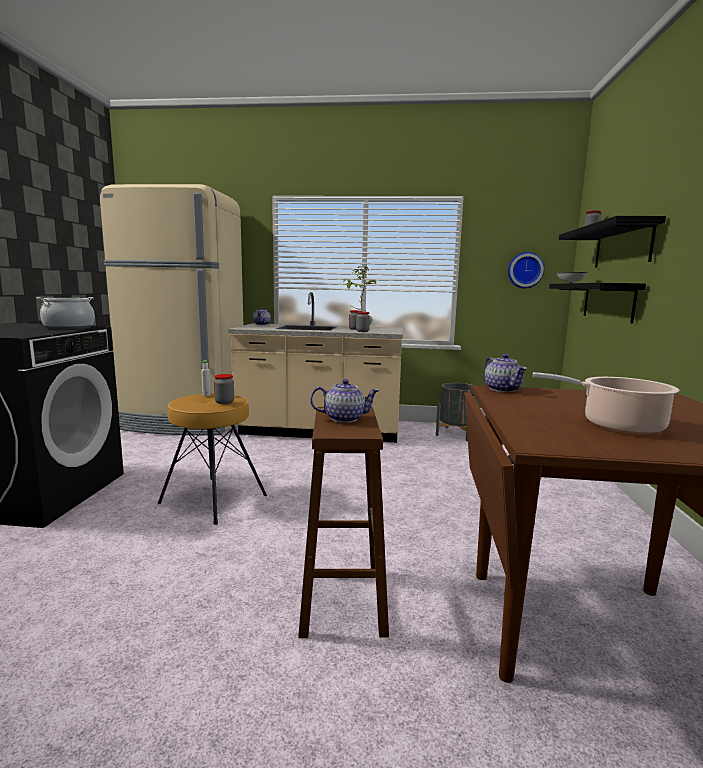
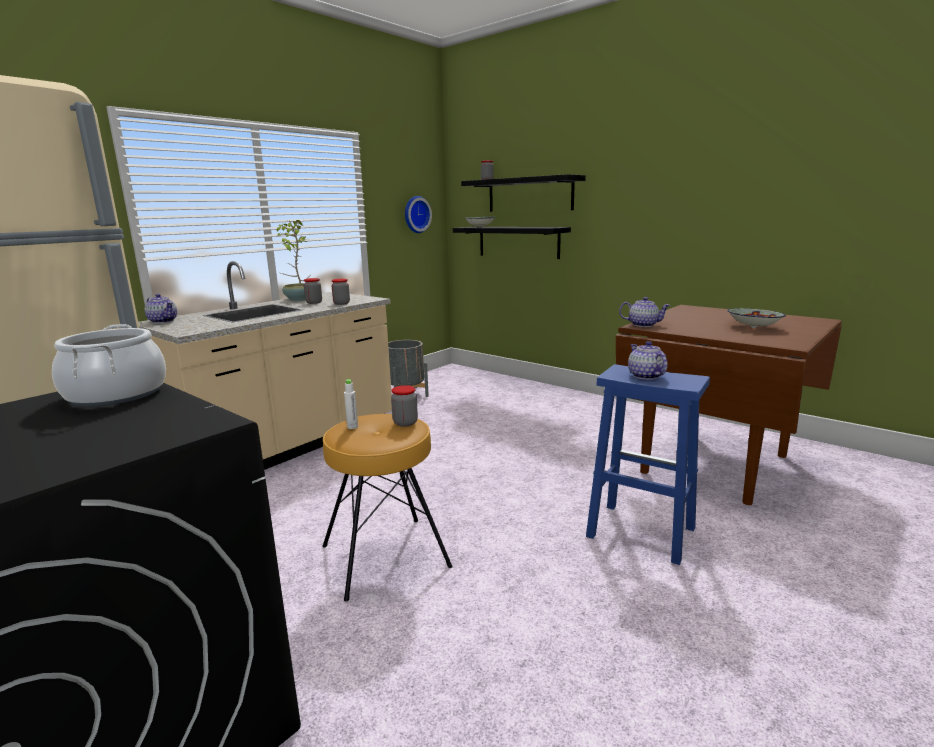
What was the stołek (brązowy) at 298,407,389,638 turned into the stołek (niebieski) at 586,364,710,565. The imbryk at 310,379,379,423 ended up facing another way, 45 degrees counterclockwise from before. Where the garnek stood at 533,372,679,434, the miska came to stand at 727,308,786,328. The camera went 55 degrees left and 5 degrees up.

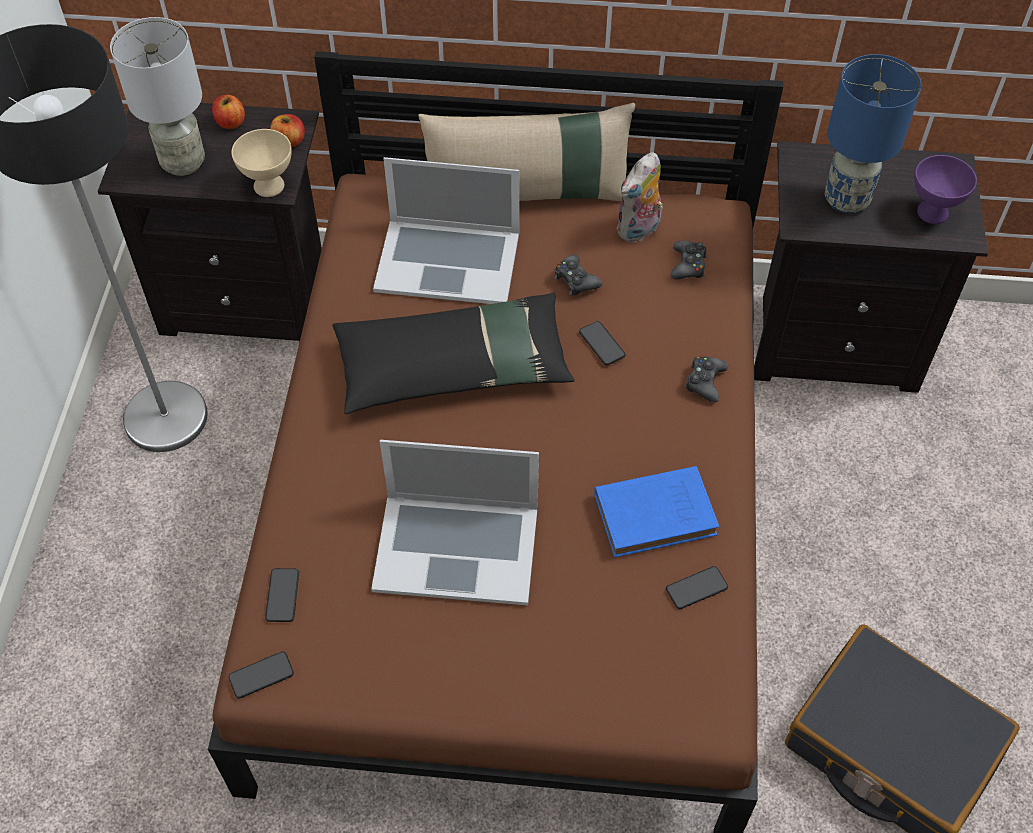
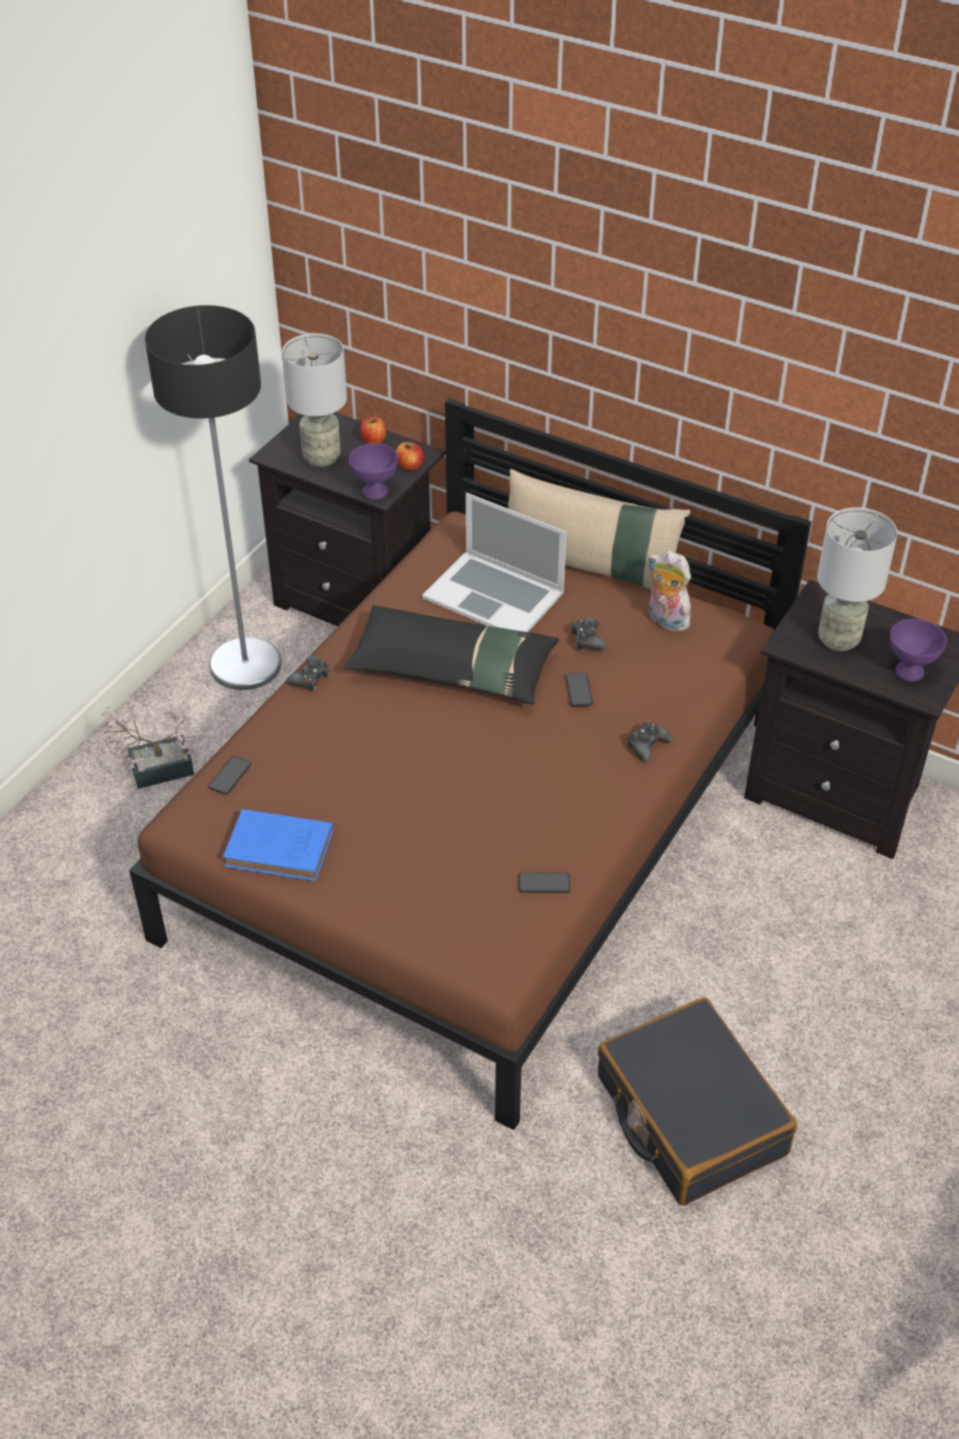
The second view lost the telefon at 229,651,294,699. What was the miska (beżowy) at 231,129,292,197 turned into the miska (fioletowy) at 349,443,398,500. The second view lost the laptop at 371,440,539,605. The książka (niebieski) ended up elsewhere, having gone from 594,466,719,557 to 223,809,333,881. The pluszak at 616,152,663,242 ended up facing another way, 60 degrees clockwise from before. The pad do gier (czarny) ended up elsewhere, having gone from 670,241,707,279 to 286,656,330,691. What was the lampa stołowa (niebieski) at 825,54,922,214 turned into the lampa stołowa (szary) at 817,507,898,651. The second view gained the roślina doniczkowa at 98,705,203,789. The camera went 25 degrees right and 10 degrees down.

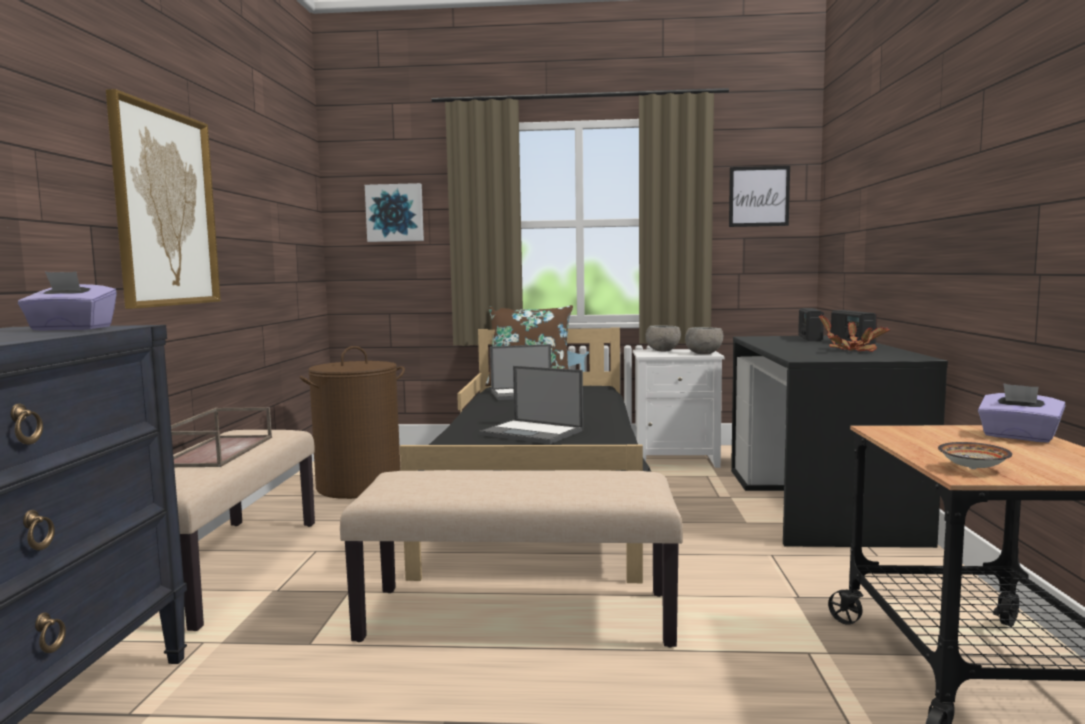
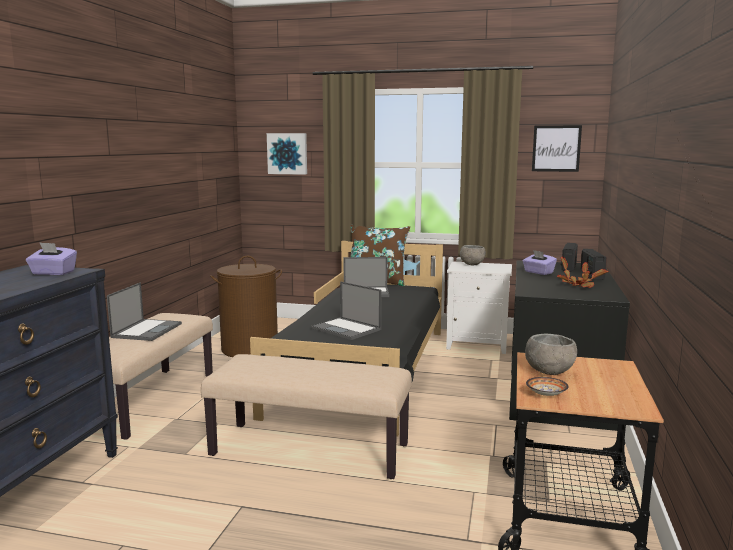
The second view lost the obraz at 106,89,221,309. Where the taca (brązowy) stood at 171,407,272,467, the laptop came to stand at 107,282,182,341. The miska (szary) ended up elsewhere, having gone from 685,327,723,354 to 525,334,577,375. The pudełko chusteczek (fioletowy) ended up elsewhere, having gone from 978,383,1065,443 to 523,250,557,275. The camera went 10 degrees right and 5 degrees up.

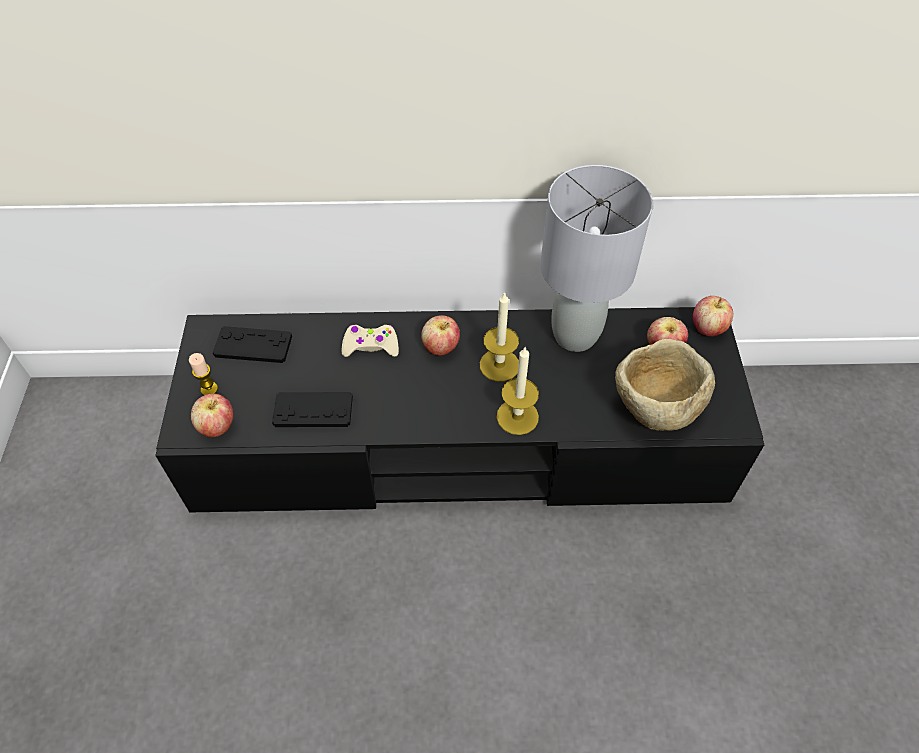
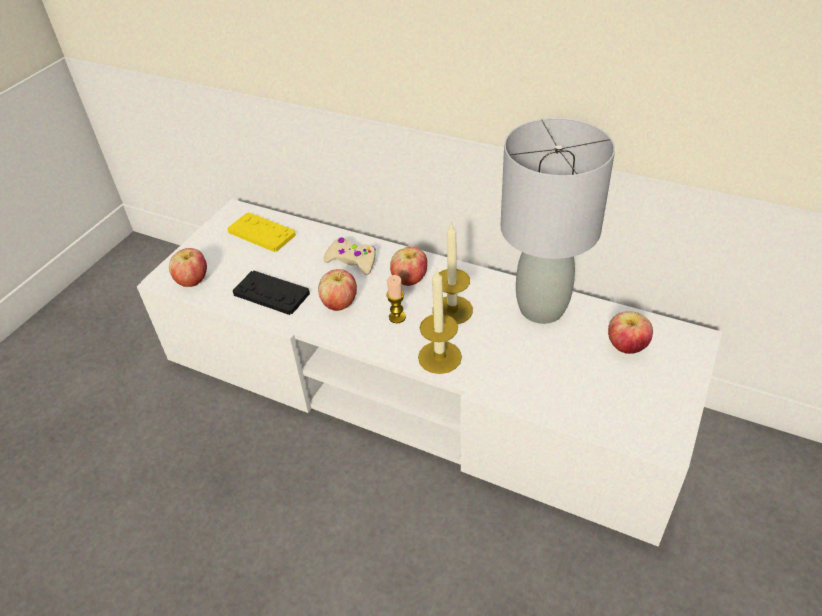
What was the szafka pod telewizor (czarny) at 155,307,764,512 turned into the szafka pod telewizor (biały) at 137,199,723,547. The świeca ended up elsewhere, having gone from 189,353,218,395 to 386,275,406,323. What was the pad do gier (czarny) at 213,326,292,363 turned into the pad do gier (żółty) at 227,212,296,252. The second view lost the miska (beżowy) at 615,339,715,431. The jabłko ended up elsewhere, having gone from 693,296,733,337 to 318,269,357,311. The camera went 30 degrees right and 10 degrees down.

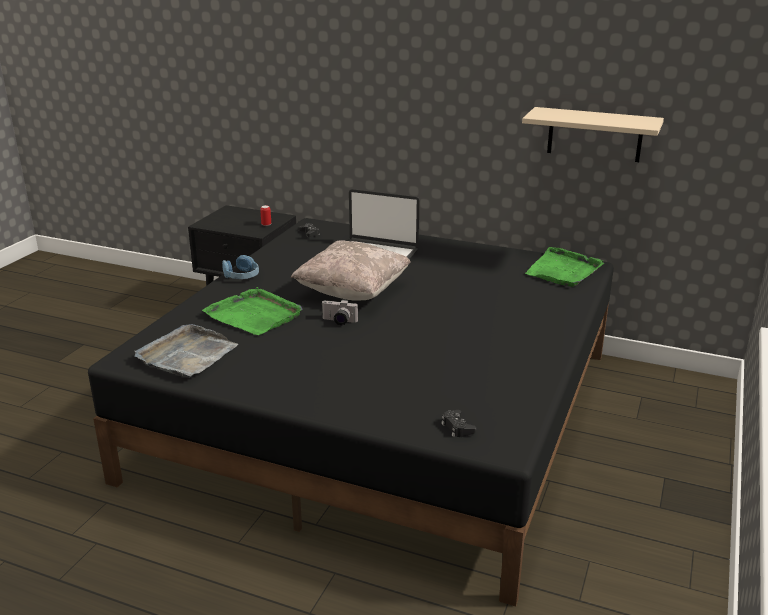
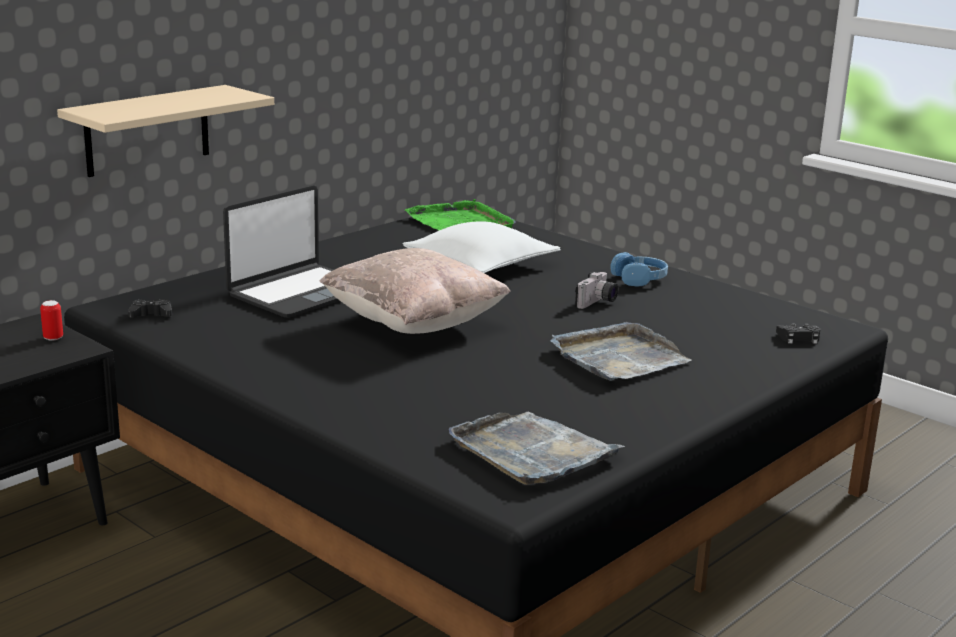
The second view lost the taca (zielony) at 202,287,303,335. The słuchawki (niebieski) ended up elsewhere, having gone from 222,255,259,279 to 610,252,668,287. The aparat fotograficzny ended up elsewhere, having gone from 321,300,358,325 to 575,272,619,309. The półka (beżowy) ended up elsewhere, having gone from 522,107,664,162 to 57,85,274,177. The second view gained the poduszka (biały) at 403,221,561,273. The second view gained the taca (szary) at 550,322,692,381. The camera went 70 degrees left and 5 degrees down.

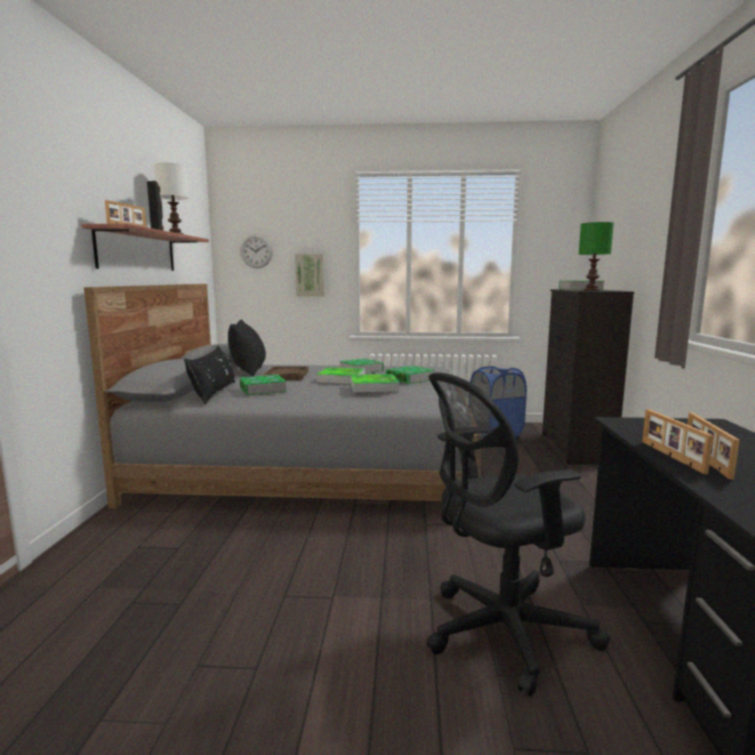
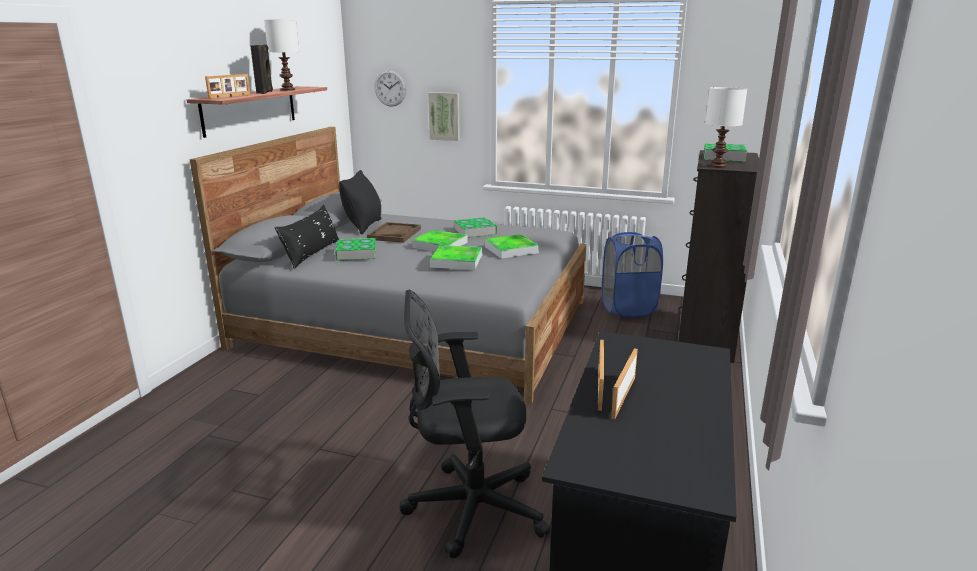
Where the książka stood at 386,366,436,384, the taca came to stand at 484,234,539,259. What was the lampa stołowa (zielony) at 579,222,614,291 turned into the lampa stołowa (biały) at 705,87,747,168. The camera went 15 degrees right and 10 degrees up.

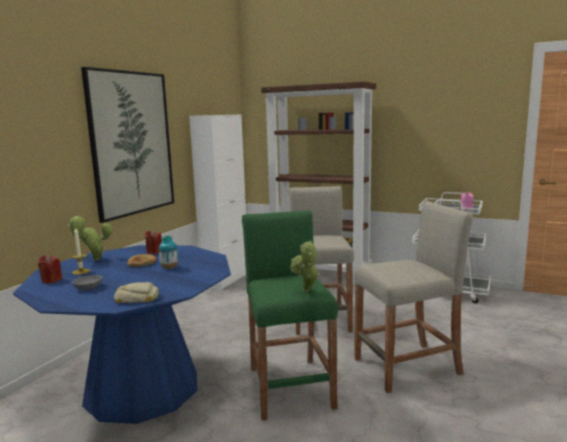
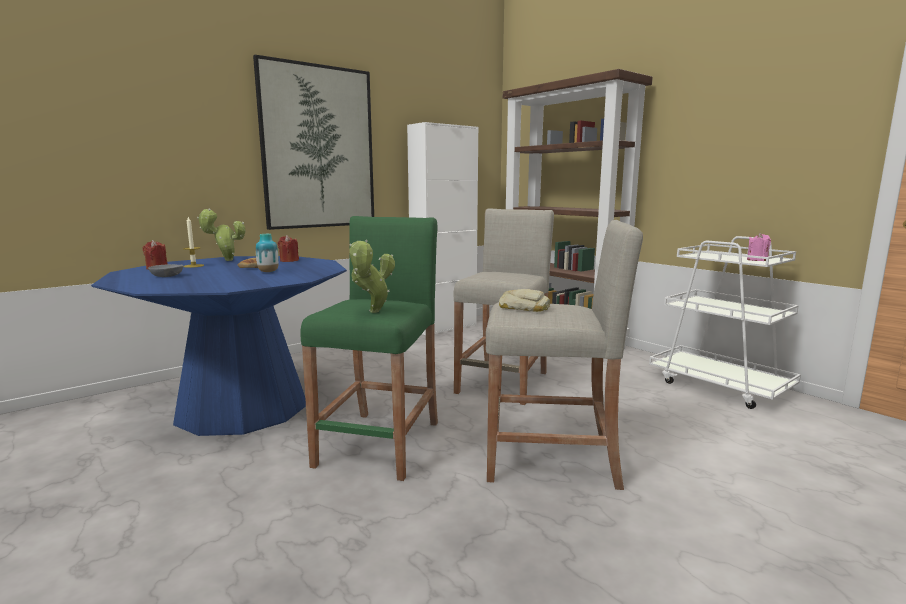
The chleb ended up elsewhere, having gone from 114,282,159,303 to 499,289,550,312. The camera went 25 degrees right and 0 degrees up.

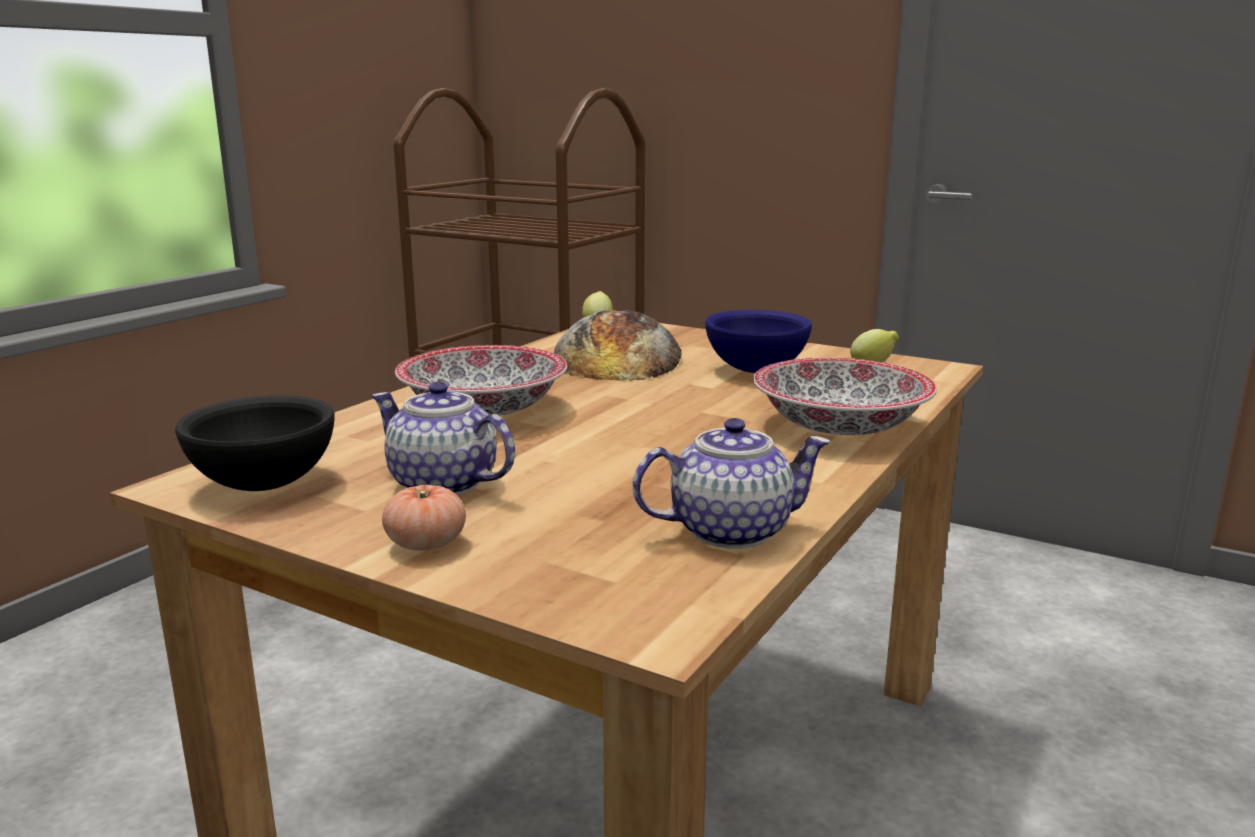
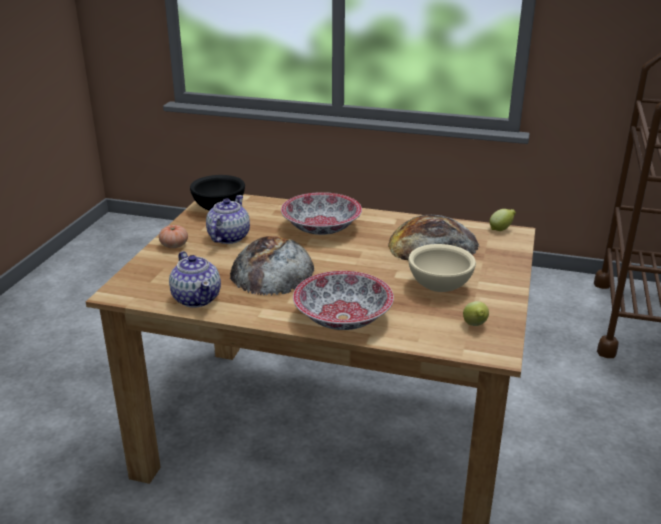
What was the miska (niebieski) at 705,310,812,373 turned into the miska (beżowy) at 408,244,476,292. The second view gained the chleb at 230,236,314,296. The camera went 75 degrees right and 10 degrees up.

